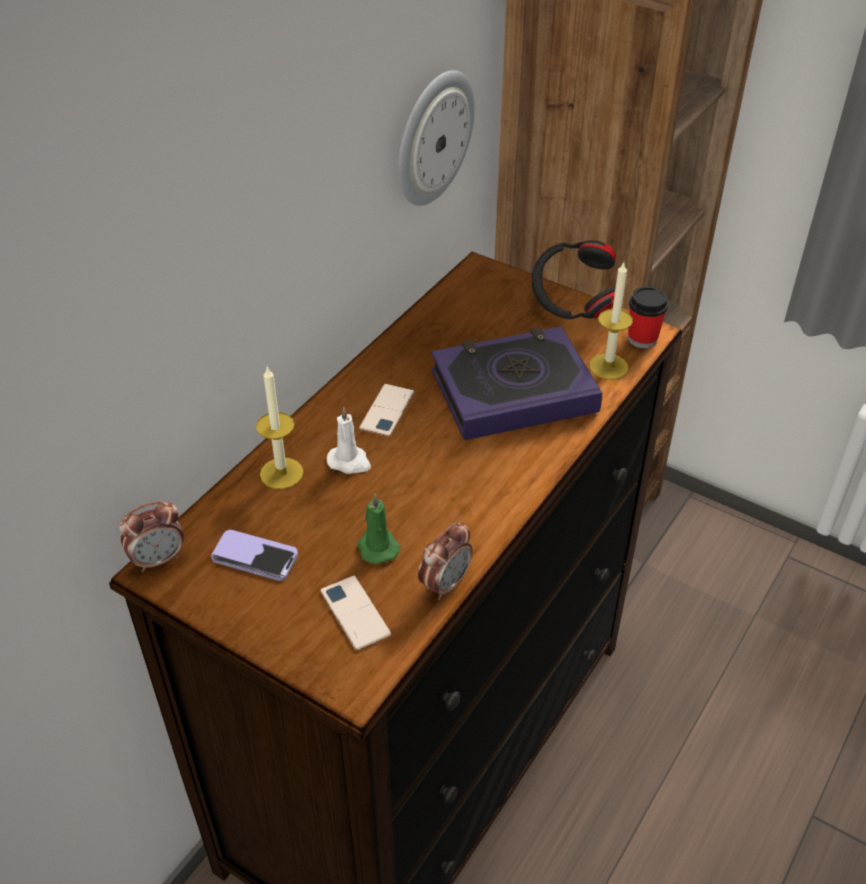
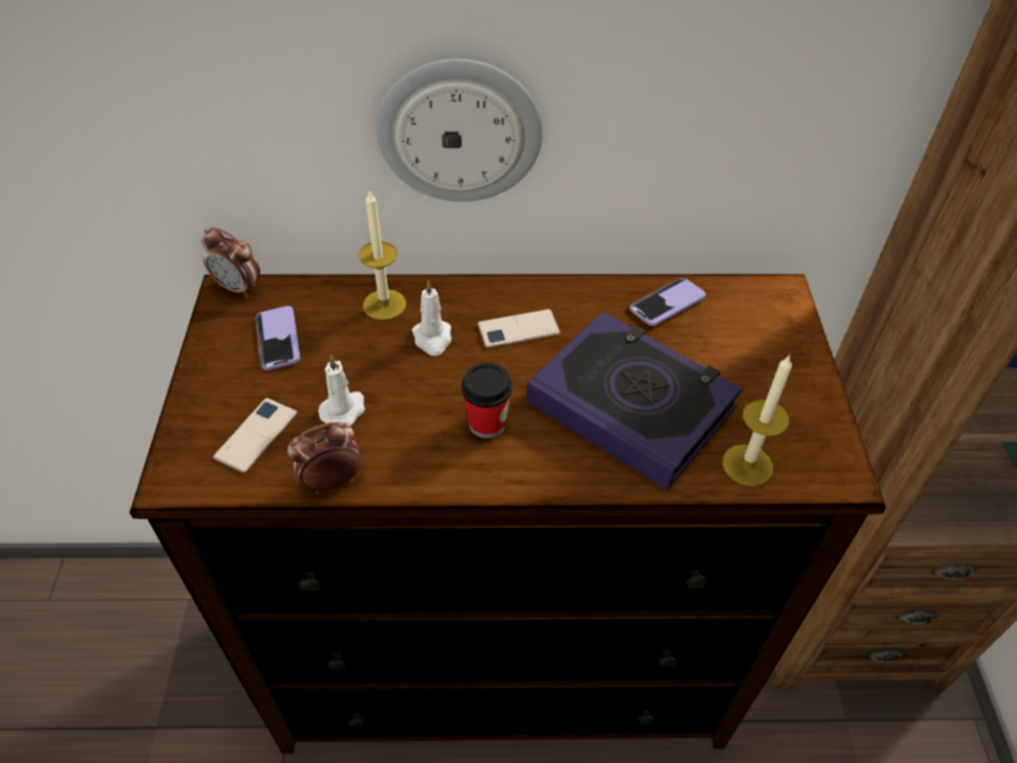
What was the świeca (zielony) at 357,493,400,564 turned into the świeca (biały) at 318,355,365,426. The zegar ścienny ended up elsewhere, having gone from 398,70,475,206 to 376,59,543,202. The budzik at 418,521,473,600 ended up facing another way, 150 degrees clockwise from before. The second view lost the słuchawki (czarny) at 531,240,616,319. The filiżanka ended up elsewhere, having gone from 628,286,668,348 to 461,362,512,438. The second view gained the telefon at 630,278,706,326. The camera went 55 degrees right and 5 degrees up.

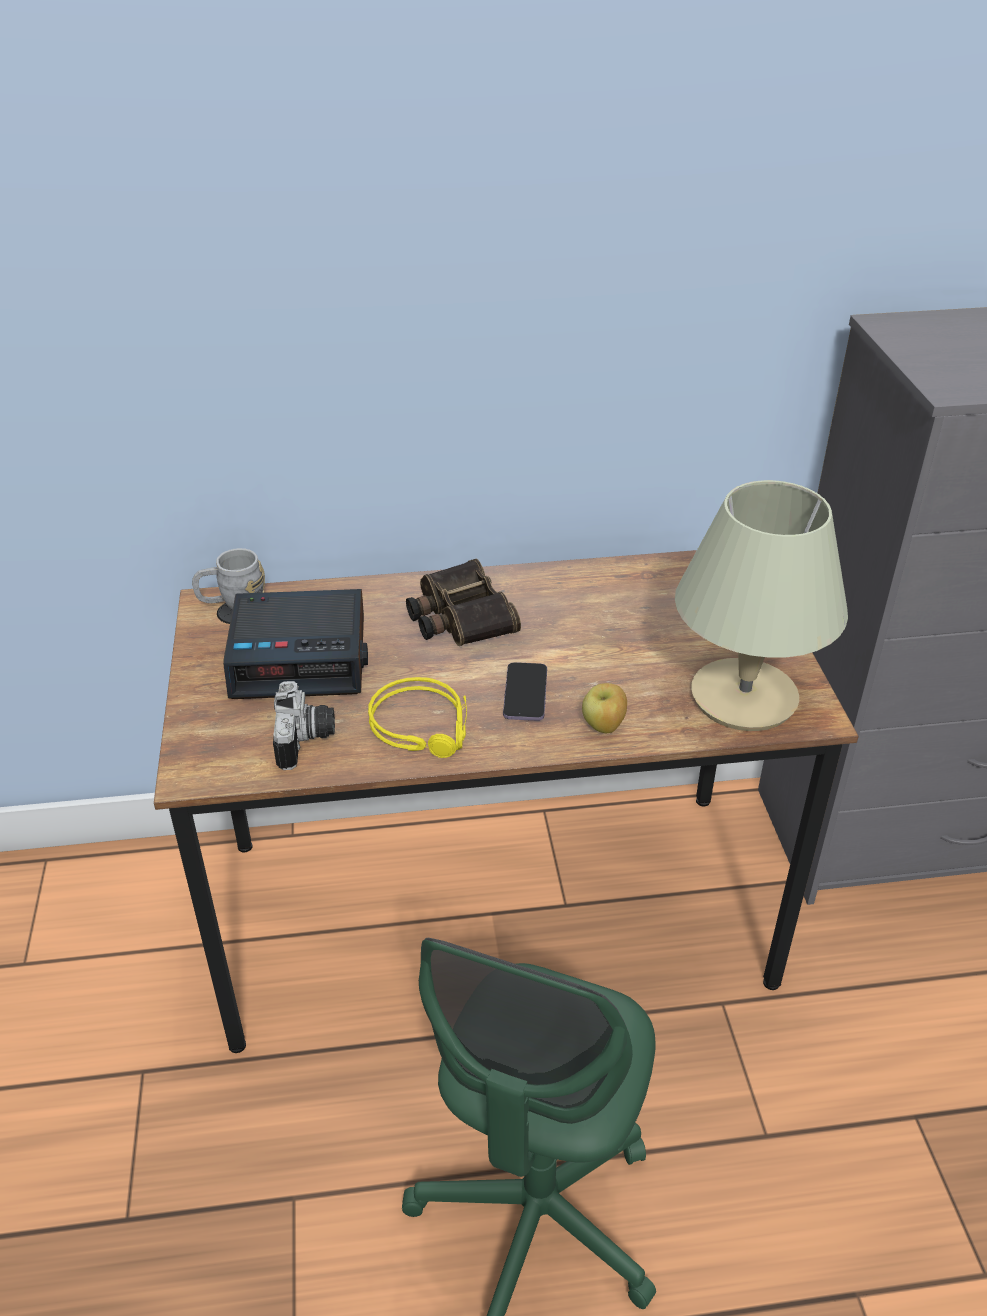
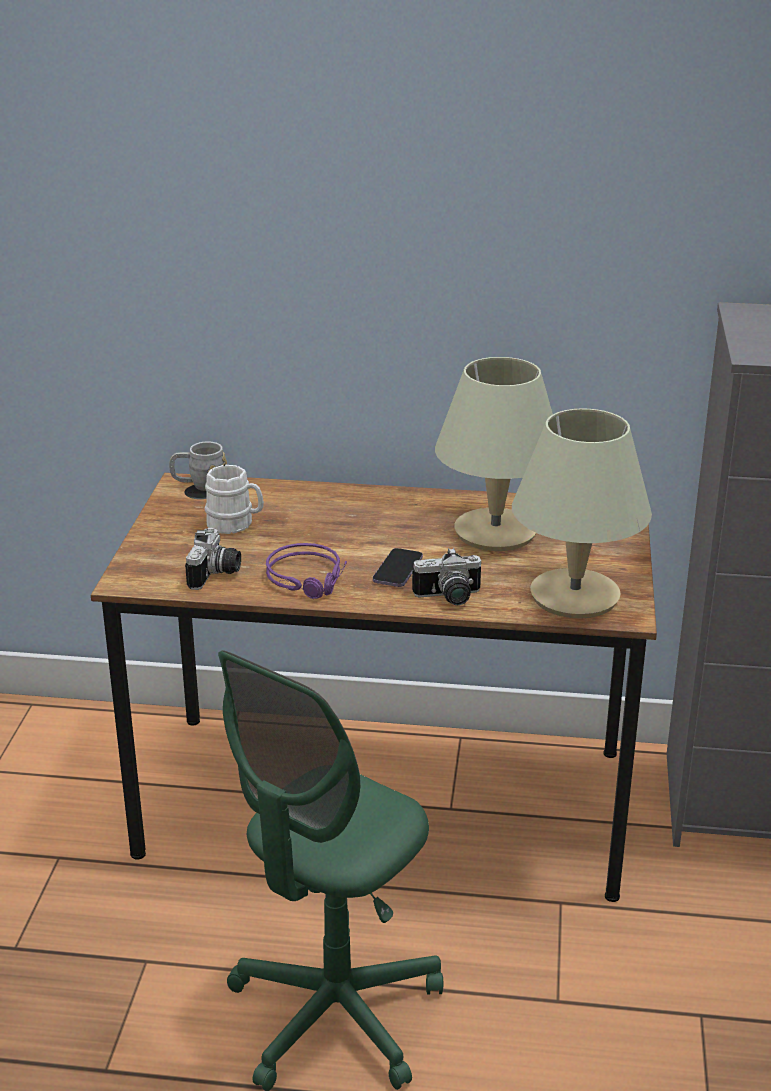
Where the budzik stood at 223,589,368,699, the kubek (biały) came to stand at 205,465,264,534. What was the słuchawki (żółty) at 368,677,467,758 turned into the słuchawki (fioletowy) at 266,543,347,599. The second view lost the lornetka at 406,559,521,646. Where the jabłko stood at 582,683,627,733, the aparat fotograficzny came to stand at 412,548,481,605. The second view gained the lampa stołowa (beżowy) at 435,357,553,551. The camera went 15 degrees right and 10 degrees down.

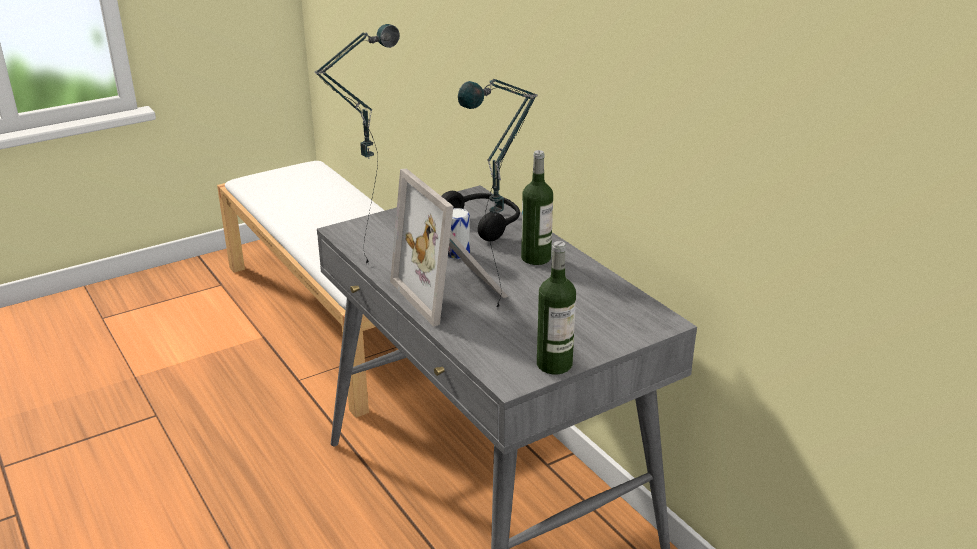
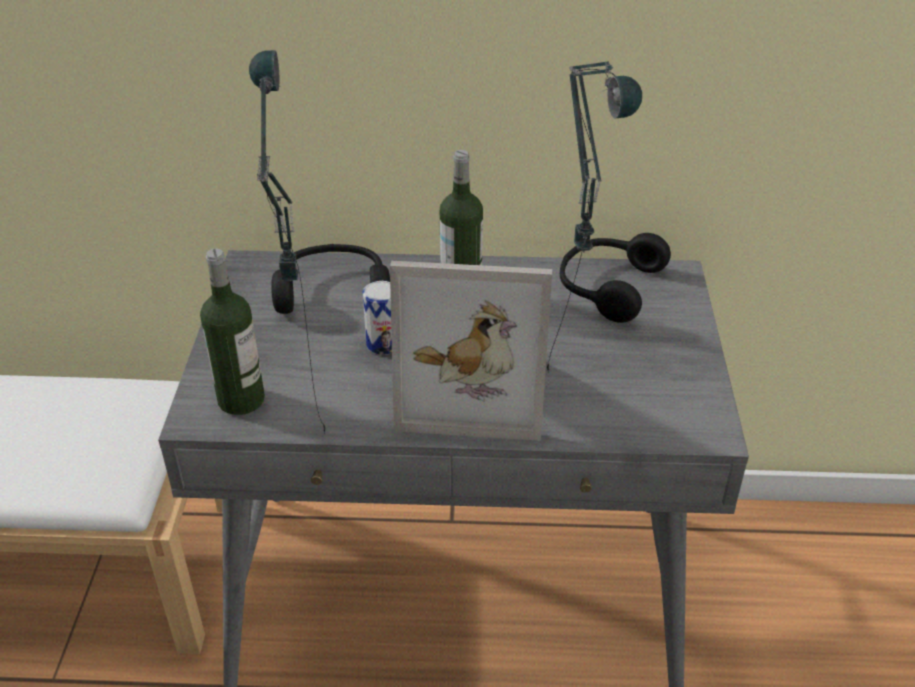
The butelka ended up elsewhere, having gone from 537,241,576,374 to 200,249,265,415. The second view gained the słuchawki (czarny) at 560,233,671,323. The camera went 55 degrees left and 10 degrees up.

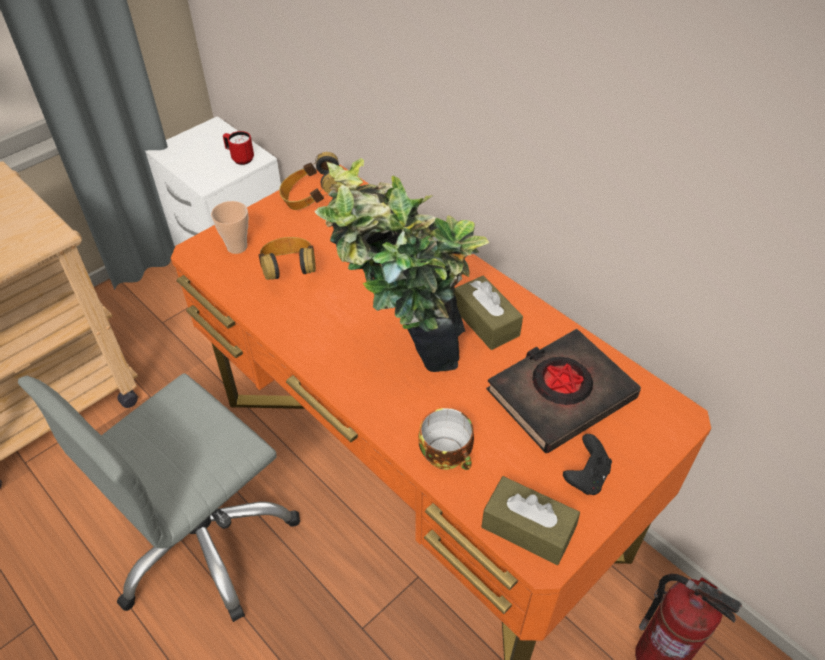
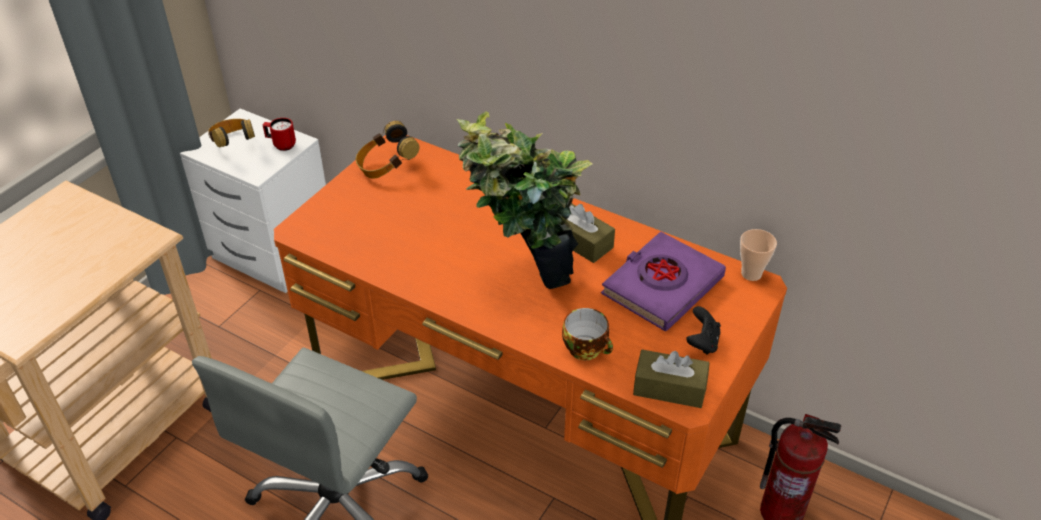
The filiżanka ended up elsewhere, having gone from 211,201,248,254 to 740,229,777,281. The słuchawki ended up elsewhere, having gone from 258,237,316,280 to 208,119,255,148. What was the książka (czarny) at 486,329,641,453 turned into the książka (fioletowy) at 601,231,726,331. The camera went 15 degrees left and 5 degrees down.

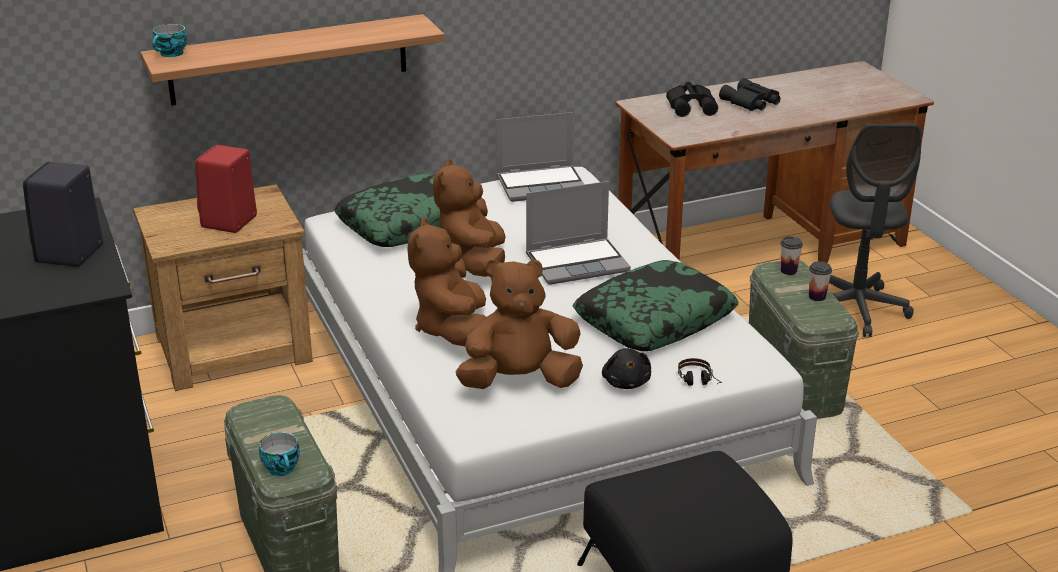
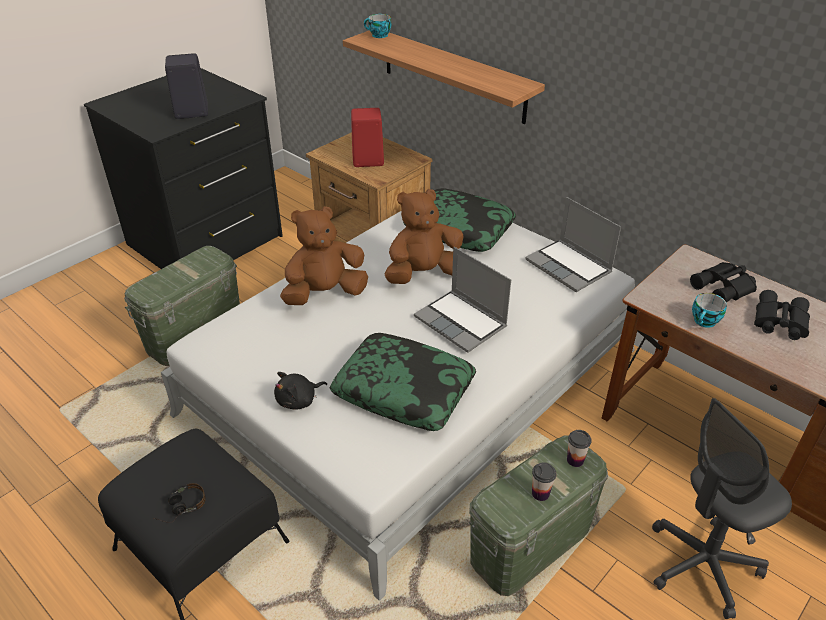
The filiżanka ended up elsewhere, having gone from 259,432,300,476 to 692,293,727,328. The second view lost the pluszak (brązowy) at 456,259,583,389. The słuchawki ended up elsewhere, having gone from 678,358,722,386 to 153,483,206,523. The camera went 65 degrees right and 10 degrees up.

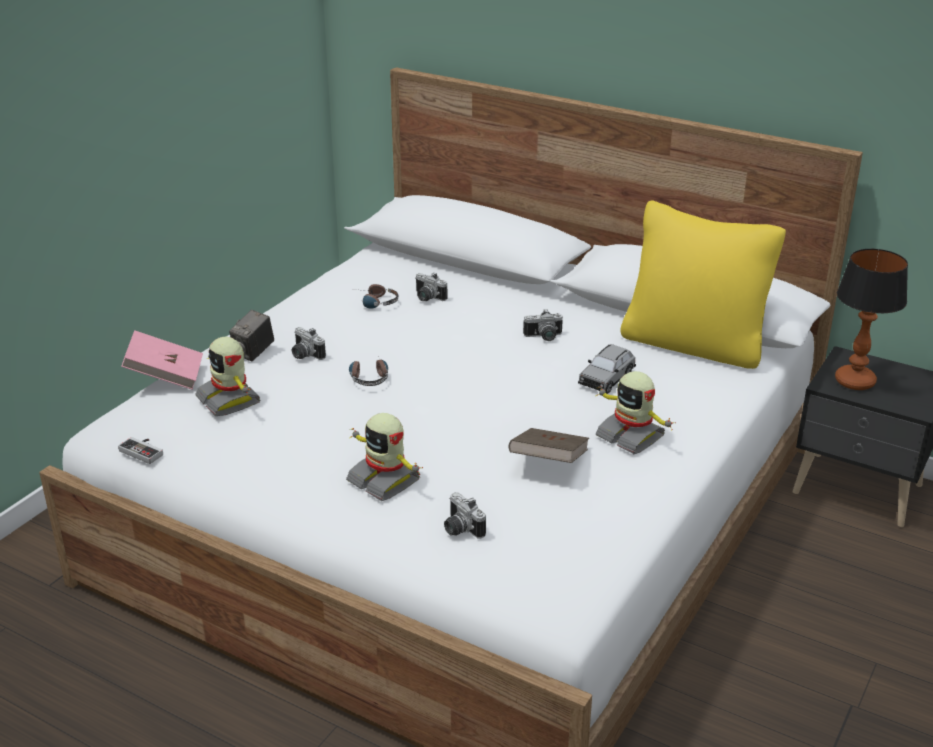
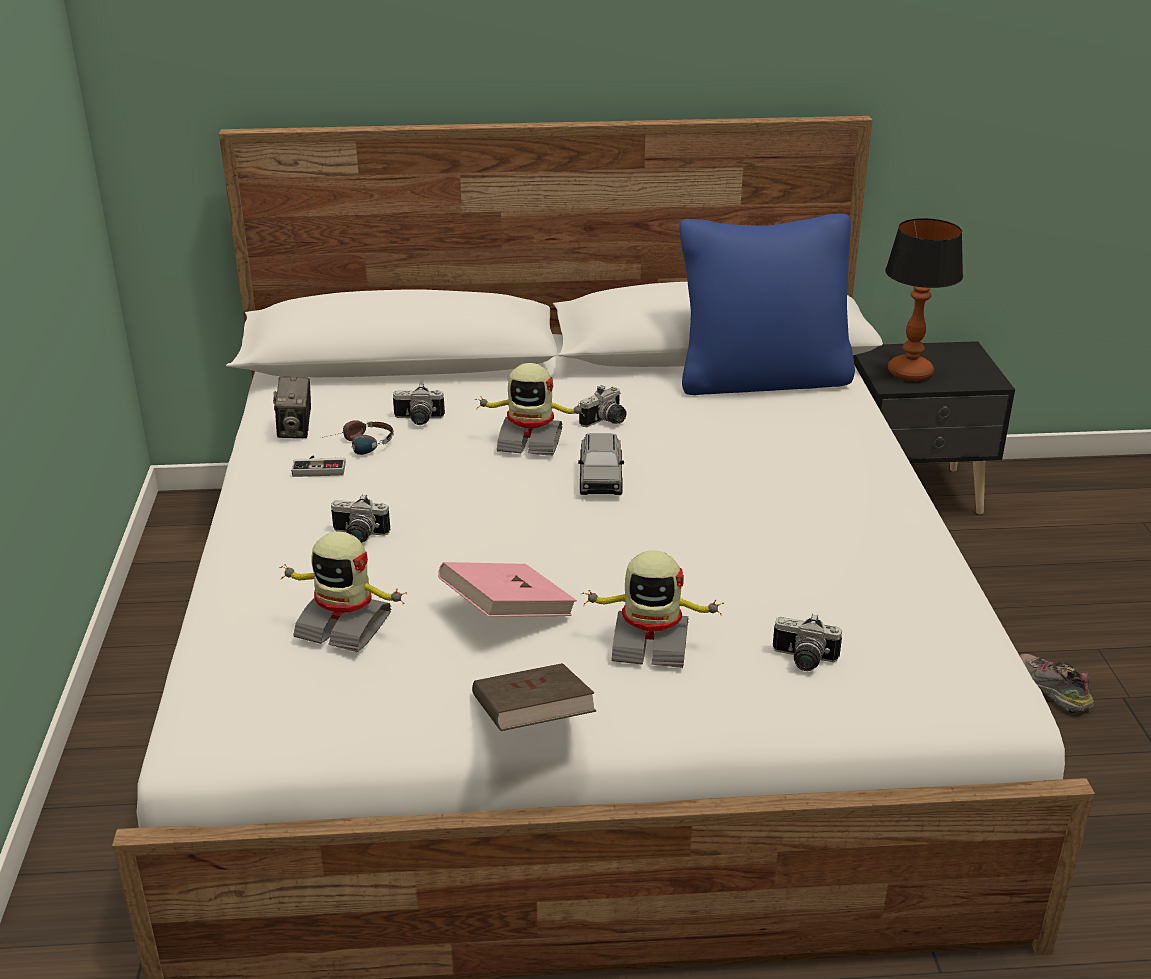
The pad do gier ended up elsewhere, having gone from 118,437,163,464 to 291,456,346,477. The książka (różowy) ended up elsewhere, having gone from 121,330,203,390 to 438,562,577,617. The aparat fotograficzny ended up elsewhere, having gone from 229,310,274,361 to 273,376,311,438. The second view lost the słuchawki at 349,356,388,386. The książka (brązowy) ended up elsewhere, having gone from 508,428,589,463 to 472,663,596,731. The samochodzik (szary) ended up elsewhere, having gone from 578,344,636,394 to 578,433,624,495. The robot zabawkowy ended up elsewhere, having gone from 596,371,676,454 to 475,363,586,456. What was the poduszka (żółty) at 621,201,786,369 turned into the poduszka (niebieski) at 680,214,855,395. The second view gained the but at 1019,654,1094,713. The camera went 35 degrees left and 0 degrees up.

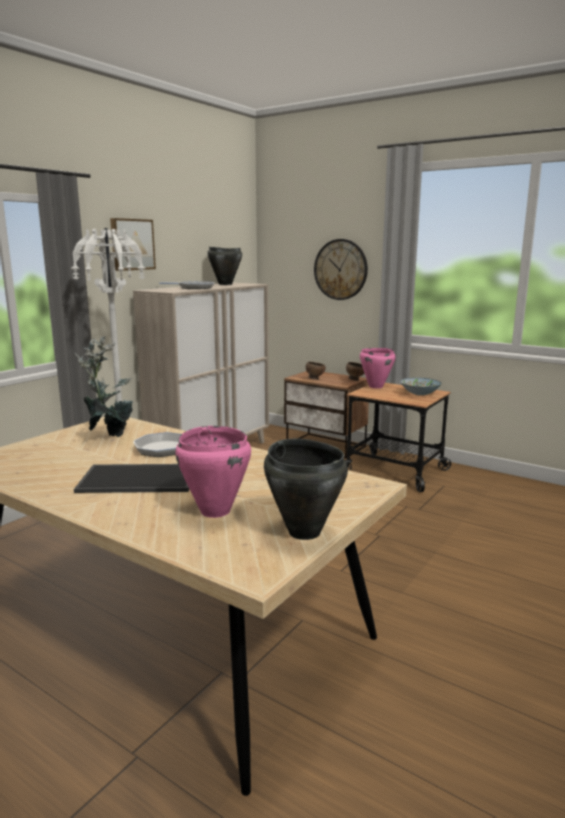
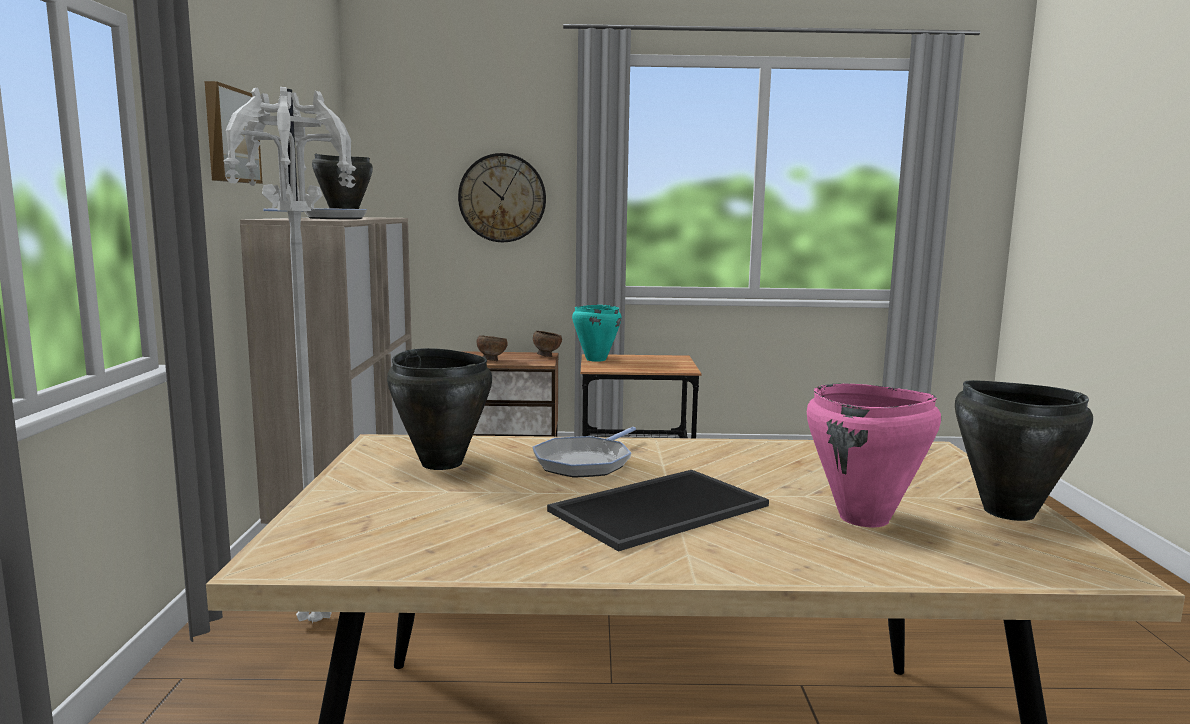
Where the roślina doniczkowa stood at 75,336,133,437, the garnek (czarny) came to stand at 387,348,492,470. What was the garnek (różowy) at 360,348,396,388 turned into the garnek (turkusowy) at 572,305,622,362. The second view lost the miska at 400,378,442,396. The camera went 35 degrees left and 5 degrees down.

